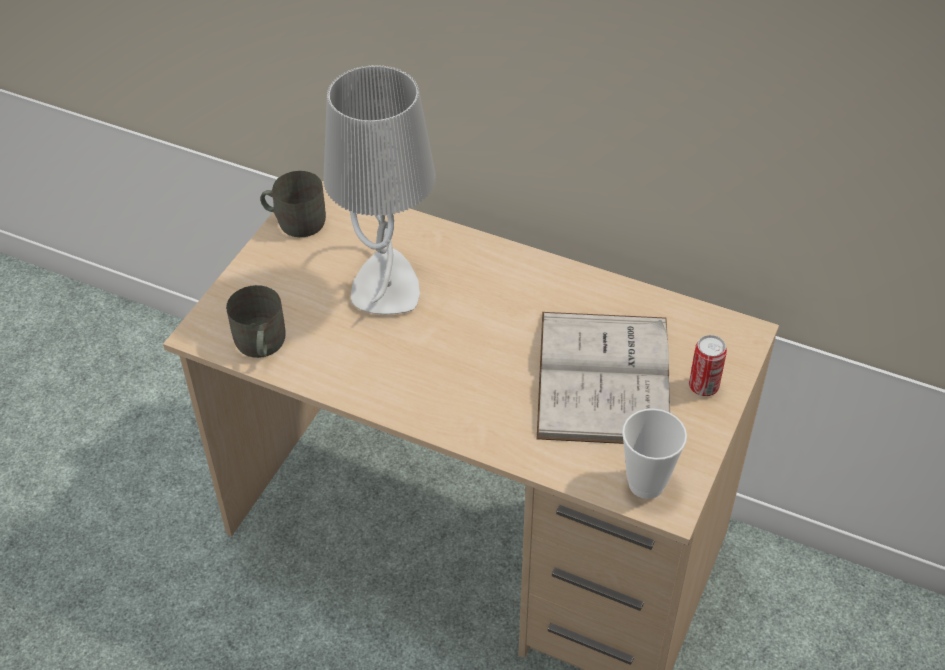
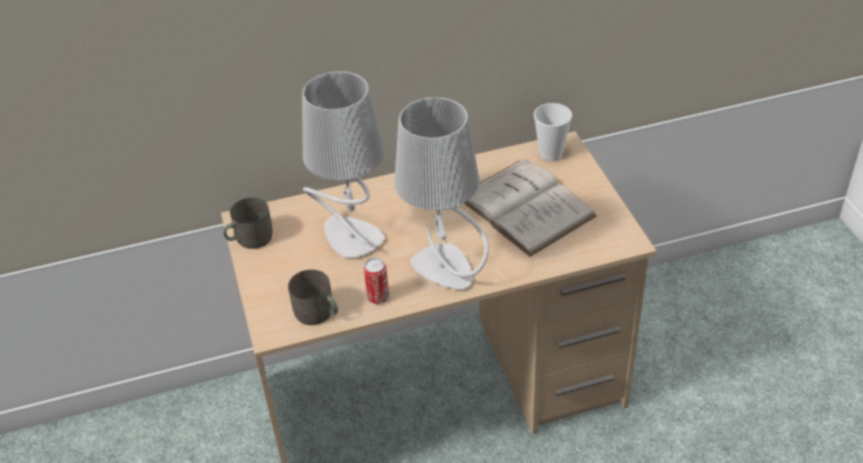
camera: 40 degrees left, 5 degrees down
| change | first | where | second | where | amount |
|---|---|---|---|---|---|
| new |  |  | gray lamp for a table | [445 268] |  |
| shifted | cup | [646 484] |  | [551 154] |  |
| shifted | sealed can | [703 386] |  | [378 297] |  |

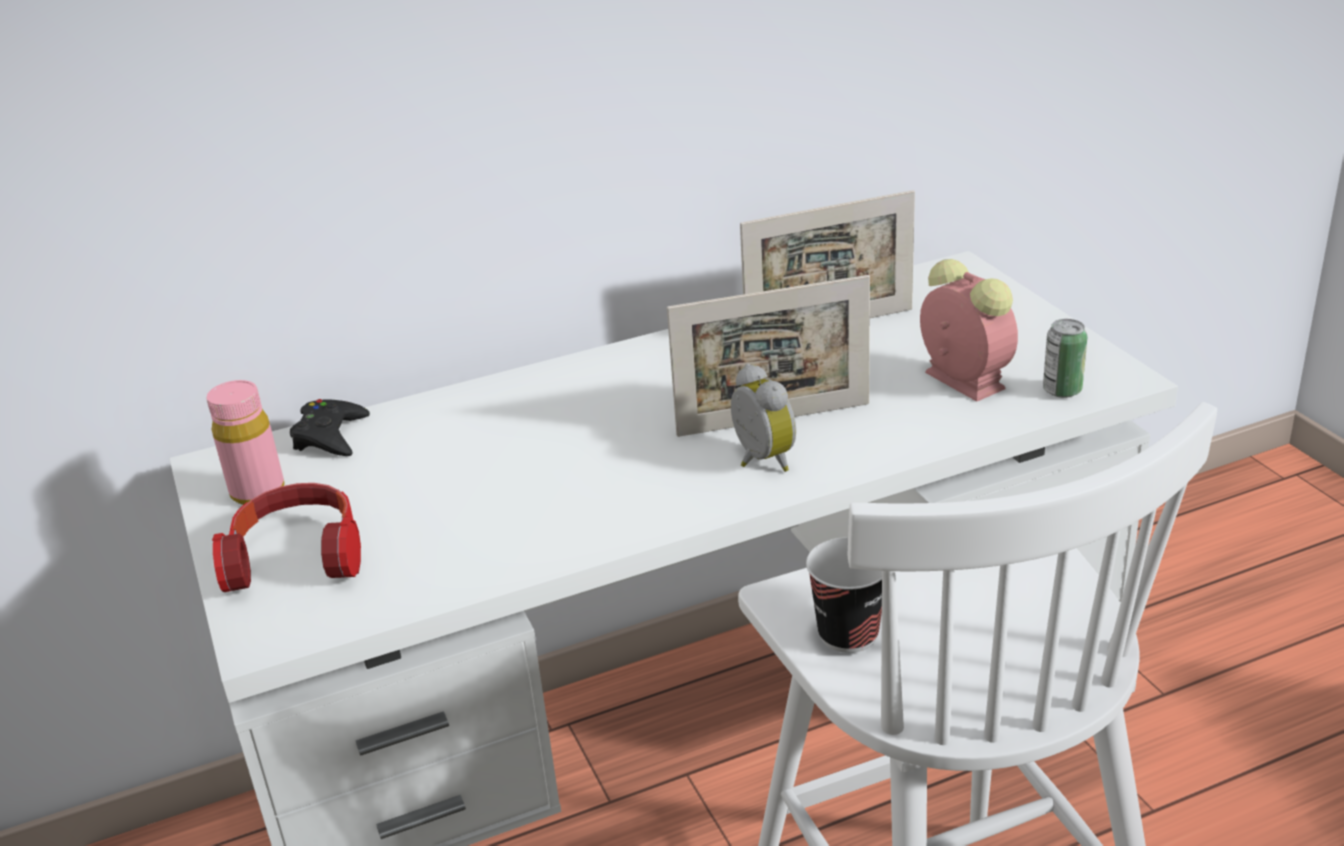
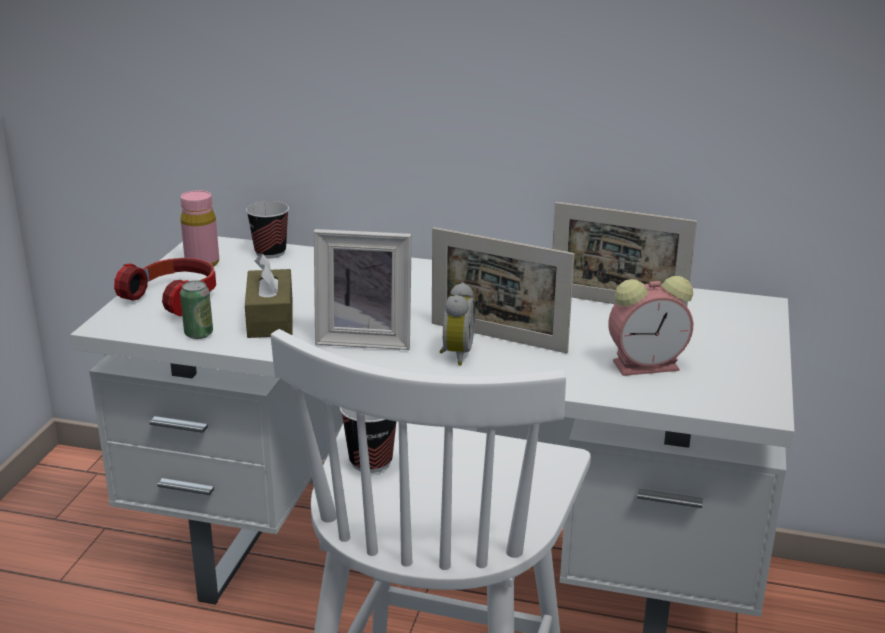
camera: 35 degrees right, 5 degrees down
| change | first | where | second | where | amount |
|---|---|---|---|---|---|
| new |  |  | brownish tissue box | [270 318] |  |
| new |  |  | picture frame | [365 338] |  |
| shifted | sealed can | [1062 390] |  | [199 334] |  |
| swapped | blackish joypad | [330 436] | cup | [270 252] |  |
| rotated | table clock | [961 379] |  | [648 365] | 75 degrees clockwise |

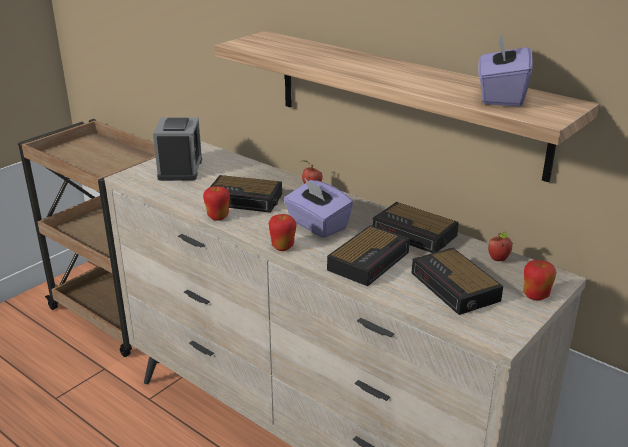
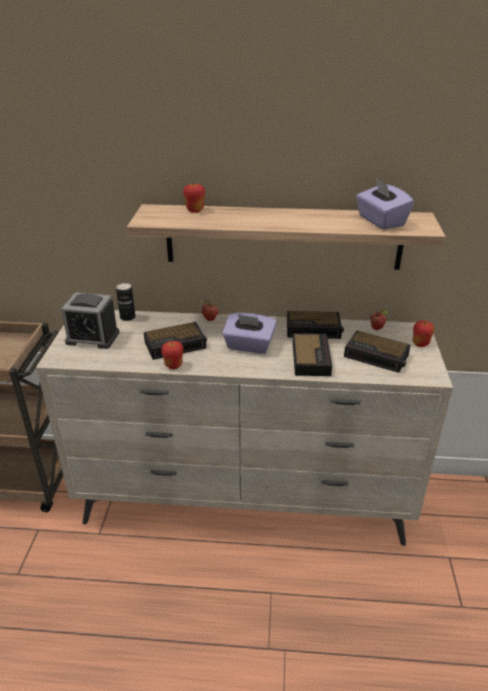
camera: 35 degrees left, 5 degrees up
| change | first | where | second | where | amount |
|---|---|---|---|---|---|
| new |  |  | sealed can | [127 317] |  |
| shifted | apple | [282 247] |  | [195 210] |  |
| rotated | table clock | [180 169] |  | [92 337] | 135 degrees clockwise |

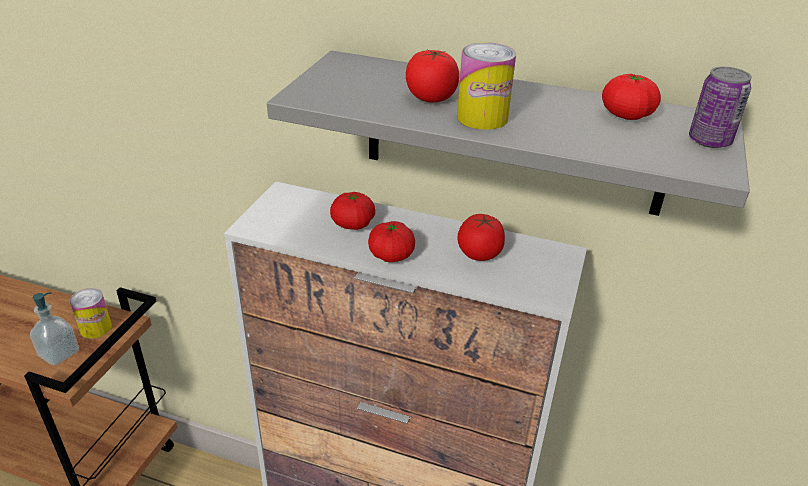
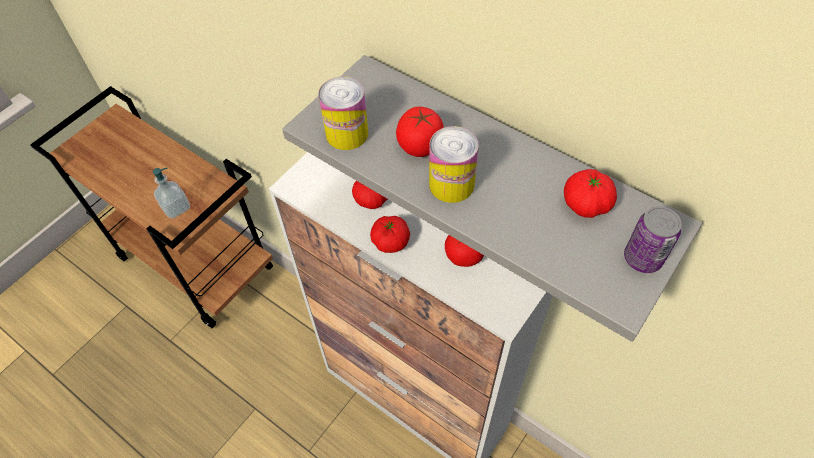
camera: 20 degrees right, 20 degrees up
| change | first | where | second | where | amount |
|---|---|---|---|---|---|
| shifted | sealed can | [95 328] |  | [347 134] |  |

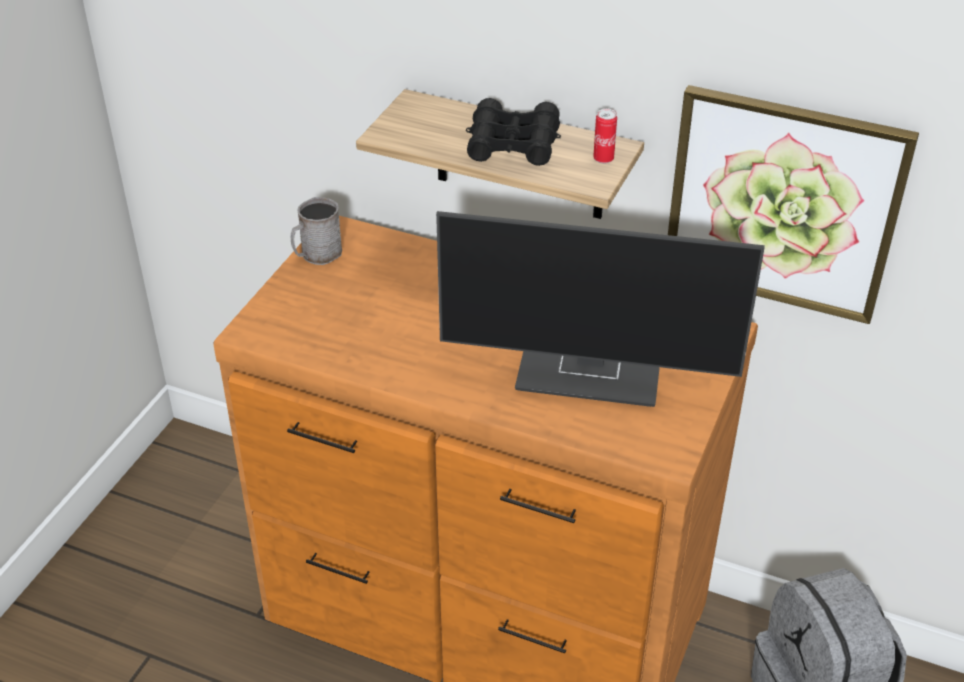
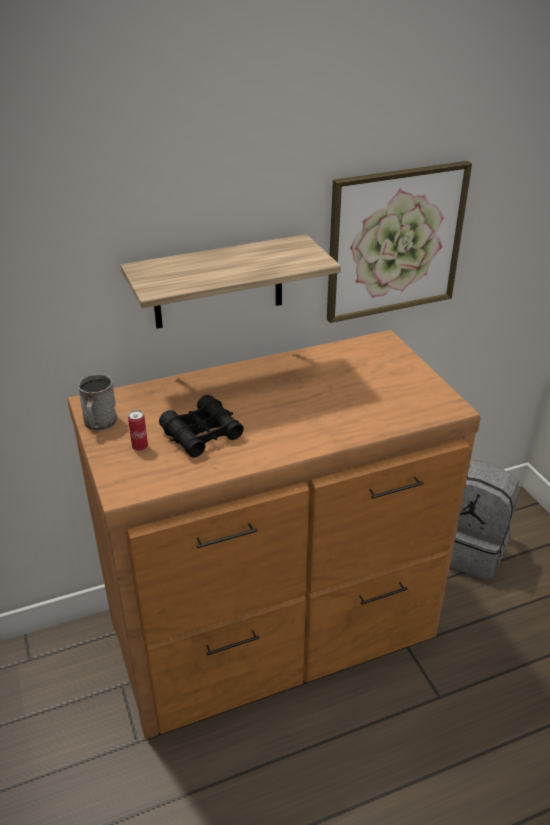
camera: 45 degrees left, 5 degrees down
| change | first | where | second | where | amount |
|---|---|---|---|---|---|
| gone | monitor | [592 371] |  |  |  |
| shifted | blackish binoculars | [513 144] |  | [202 434] |  |
| shifted | sealed can | [603 159] |  | [140 447] |  |

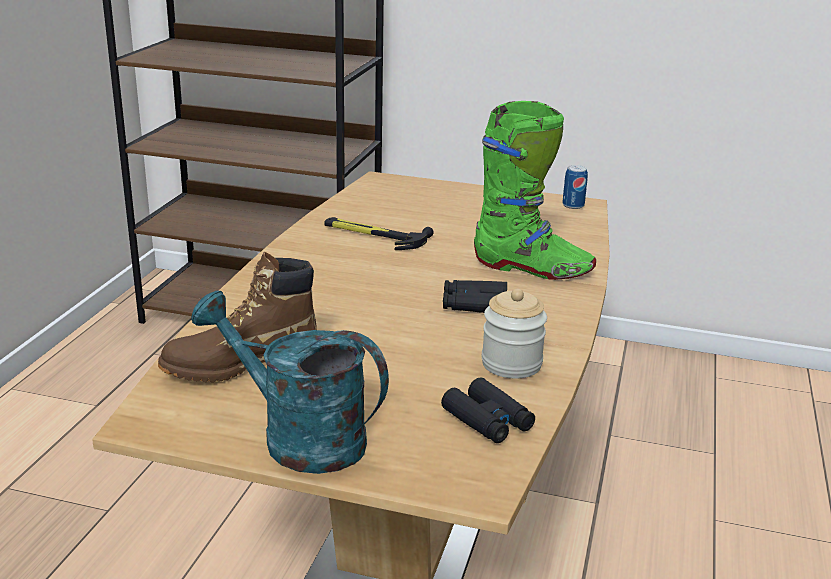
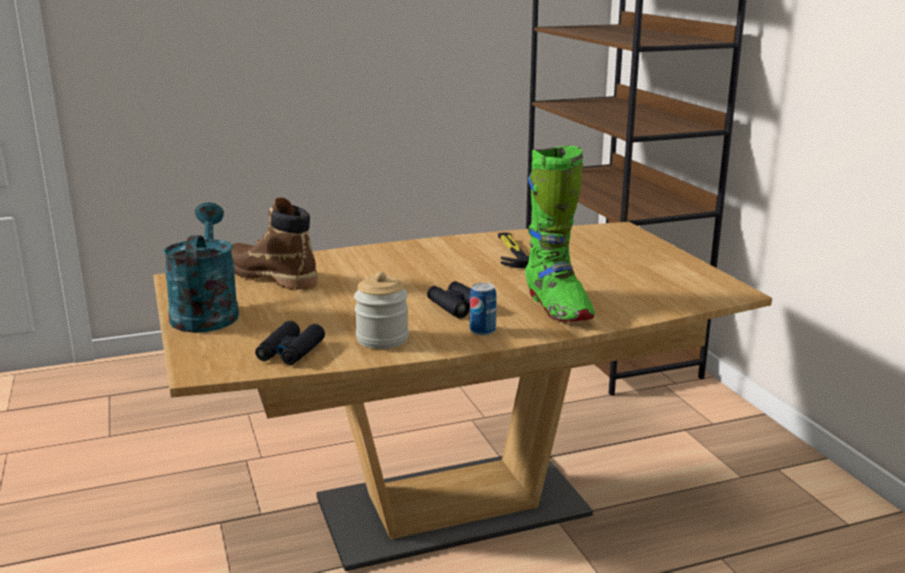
camera: 55 degrees right, 5 degrees down
| change | first | where | second | where | amount |
|---|---|---|---|---|---|
| shifted | sealed can | [573 205] |  | [482 331] |  |

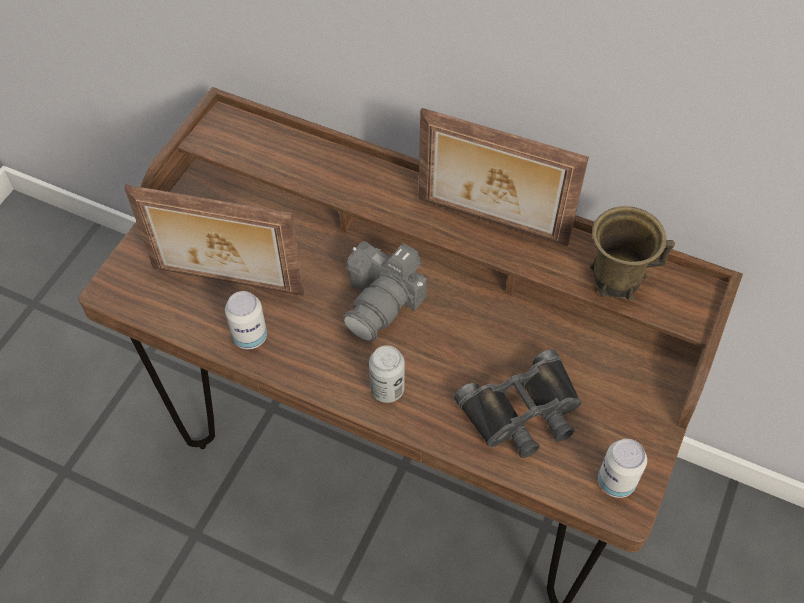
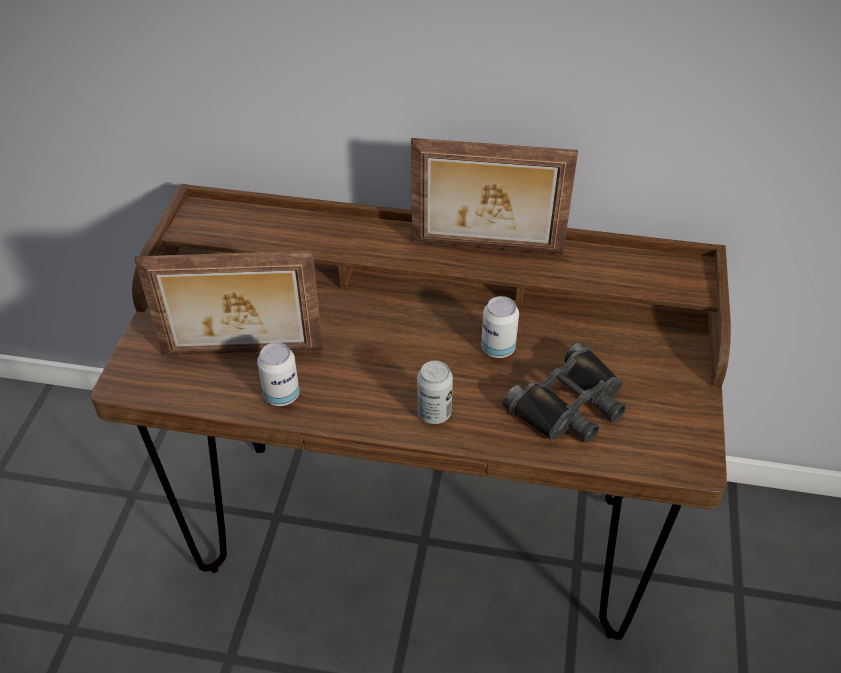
camera: 15 degrees left, 10 degrees down
| change | first | where | second | where | amount |
|---|---|---|---|---|---|
| gone | still camera | [383 301] |  |  |  |
| gone | brownish mug | [616 277] |  |  |  |
| shifted | sealed can | [616 482] |  | [498 348] |  |

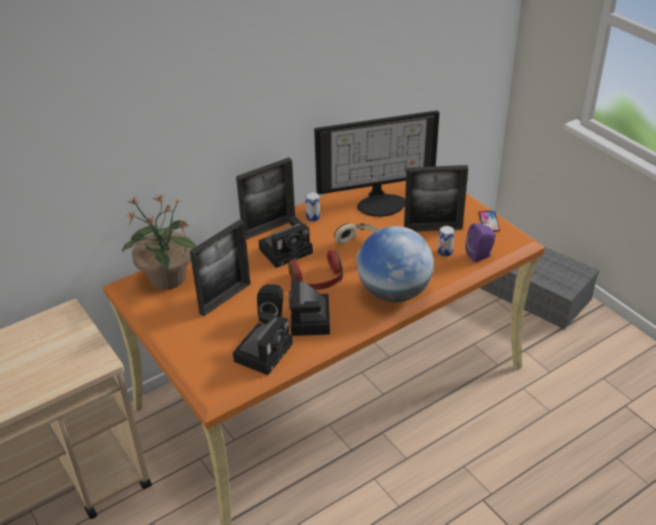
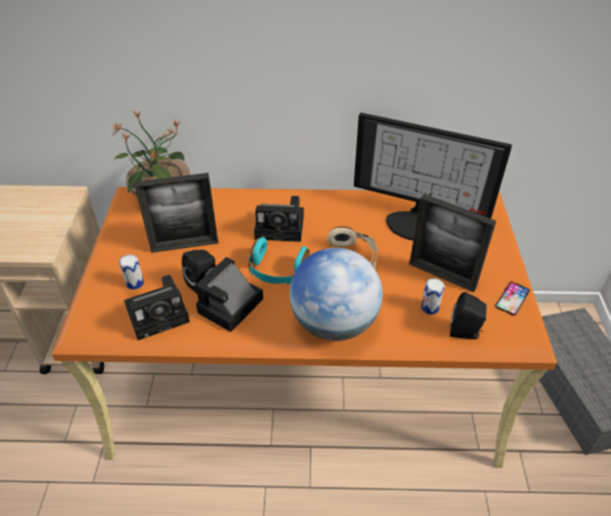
camera: 35 degrees right, 5 degrees up
| change | first | where | second | where | amount |
|---|---|---|---|---|---|
| gone | picture frame | [269 228] |  |  |  |
| shifted | sealed can | [313 217] |  | [135 283] |  |
| repainted | reddish pair of headphones | [318 280] | turquoise-coloured pair of headphones | [277 271] |  |
| repainted | purplish speaker | [480 255] | blackish speaker | [465 332] |  |

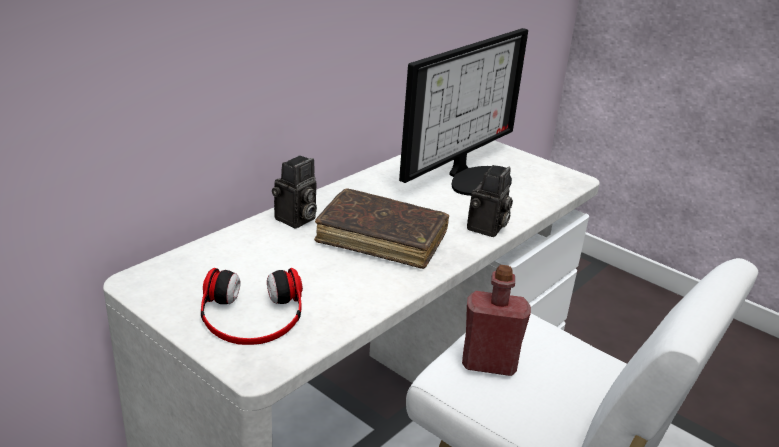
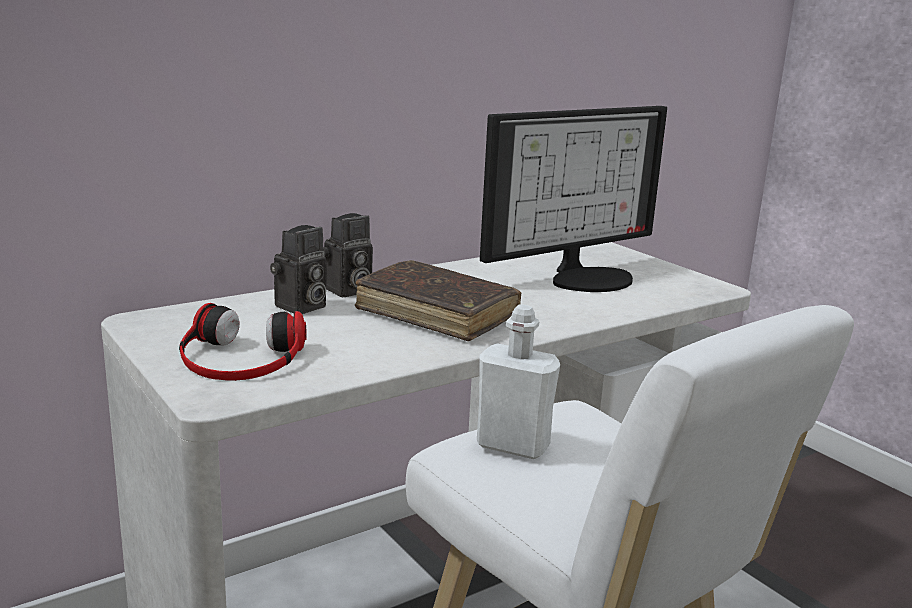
camera: 15 degrees right, 10 degrees down
| change | first | where | second | where | amount |
|---|---|---|---|---|---|
| shifted | still camera | [487 229] |  | [300 307] |  |
| repainted | reddish bottle | [489 364] | white bottle | [513 445] |  |

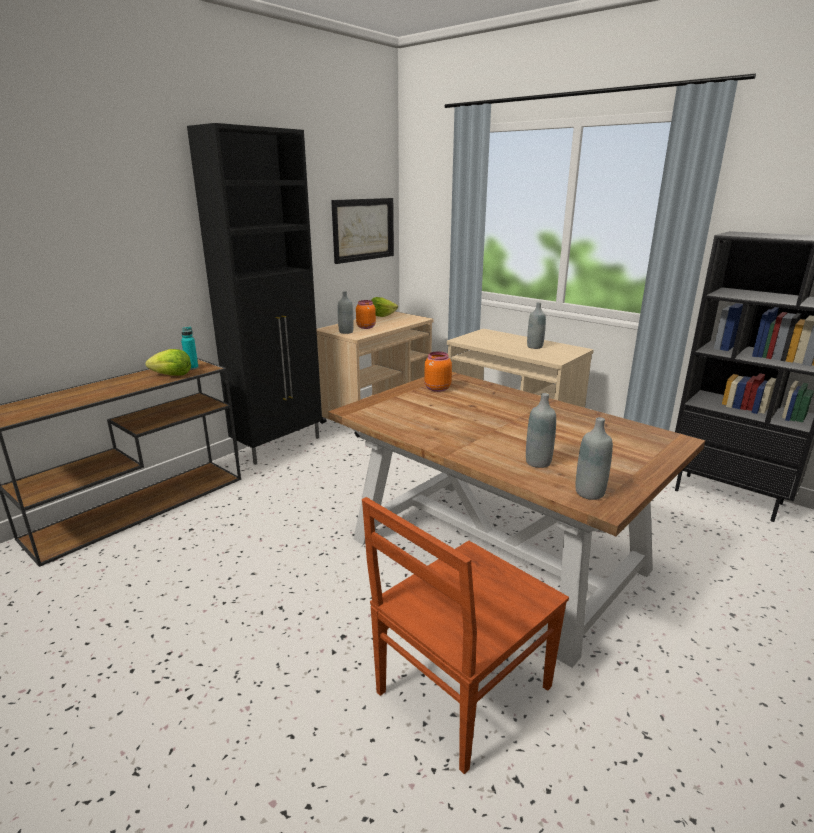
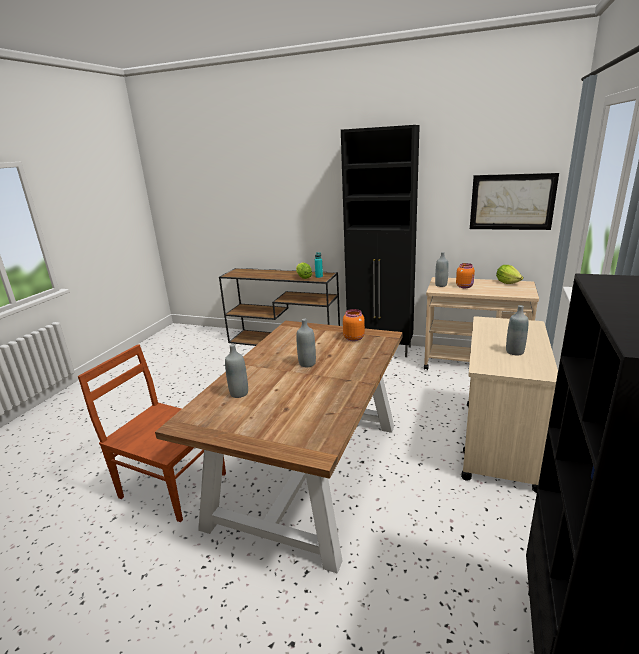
camera: 70 degrees right, 0 degrees up
| change | first | where | second | where | amount |
|---|---|---|---|---|---|
| shifted | gray bottle | [589 493] |  | [307 364] |  |

